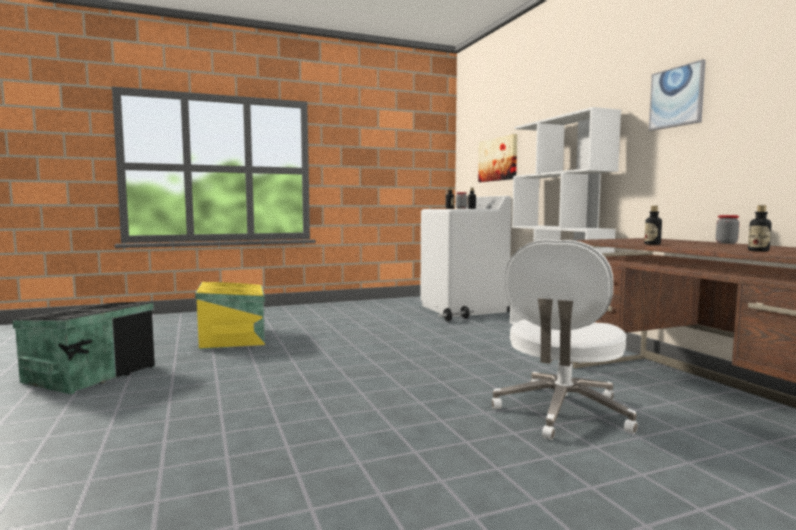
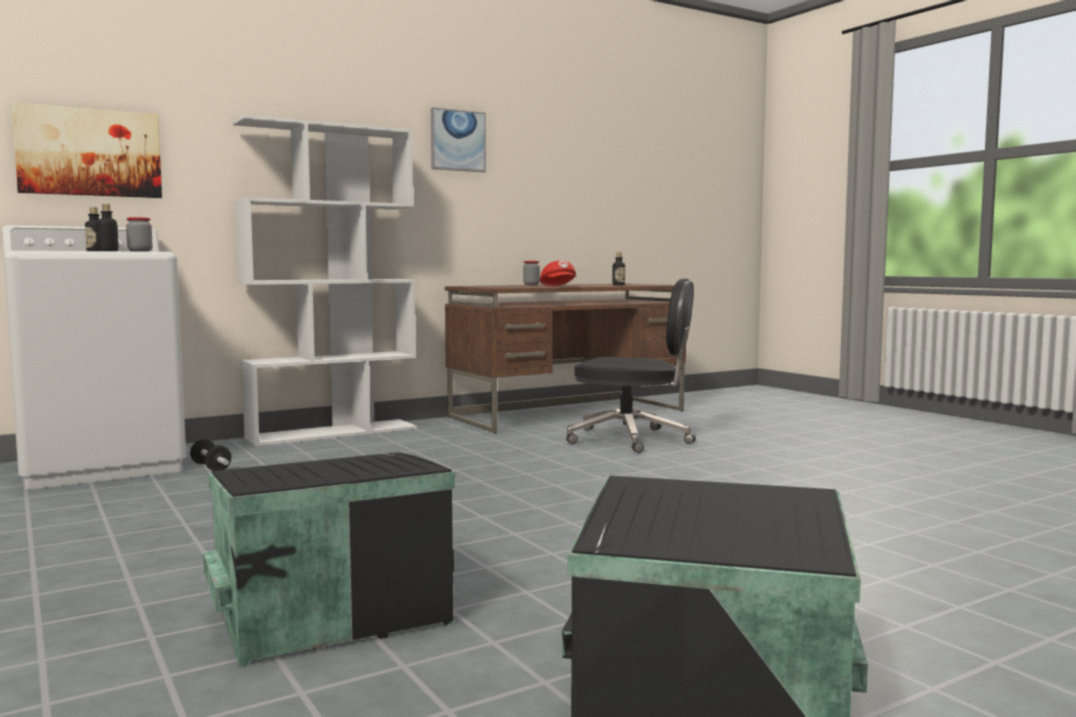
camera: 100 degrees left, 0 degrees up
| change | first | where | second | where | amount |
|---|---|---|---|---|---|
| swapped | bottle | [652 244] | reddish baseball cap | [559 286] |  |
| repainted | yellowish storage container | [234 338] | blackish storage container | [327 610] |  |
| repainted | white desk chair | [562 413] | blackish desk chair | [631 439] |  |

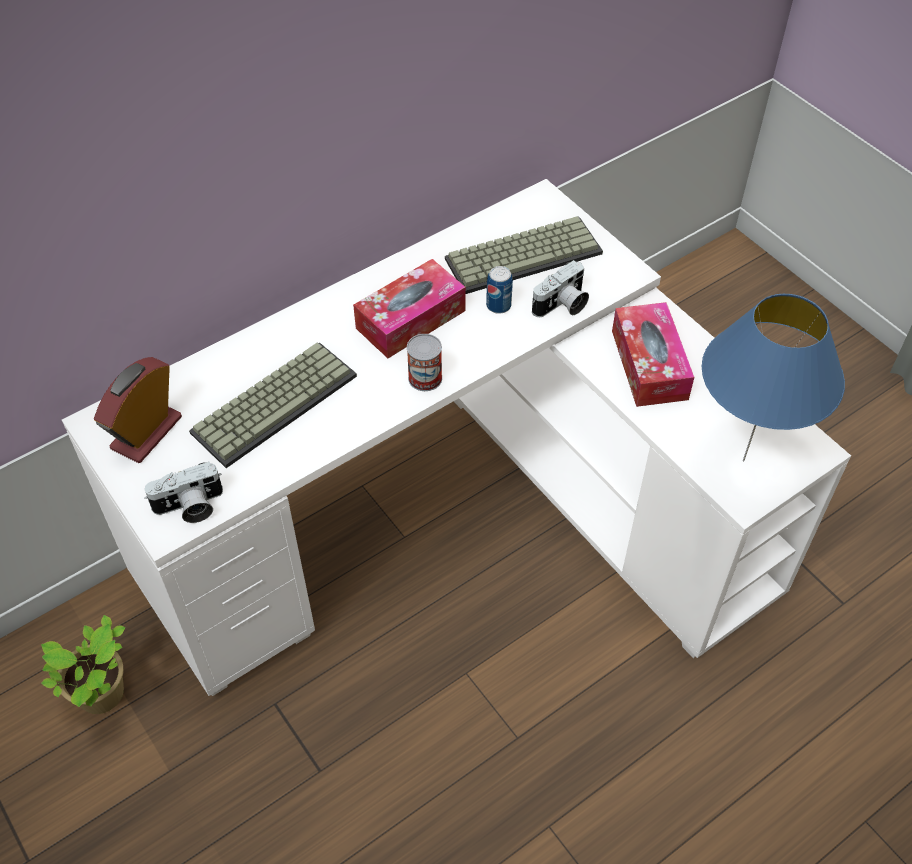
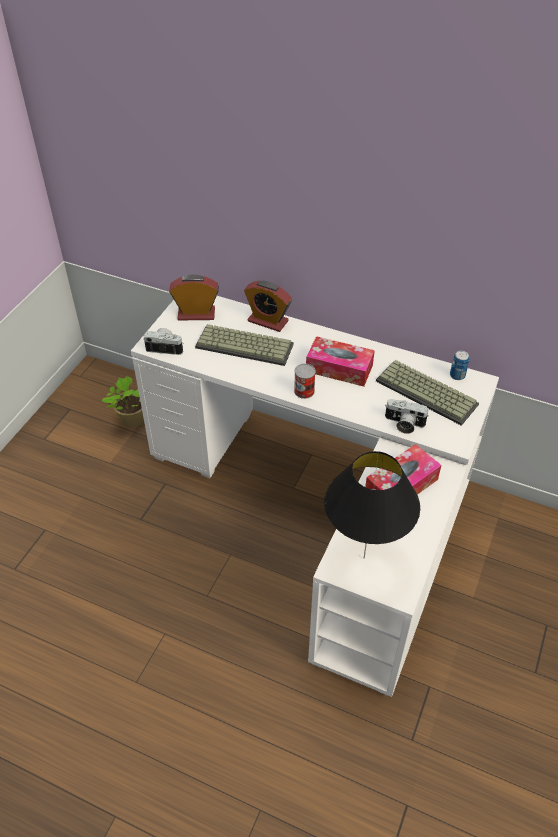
camera: 60 degrees right, 5 degrees down
| change | first | where | second | where | amount |
|---|---|---|---|---|---|
| new |  |  | table clock | [268 321] |  |
| shifted | sealed can | [498 305] |  | [457 375] |  |
| repainted | bluish lamp for a table | [744 461] | blackish lamp for a table | [364 558] |  |
| rotated | still camera | [190 507] |  | [165 347] | 150 degrees clockwise |

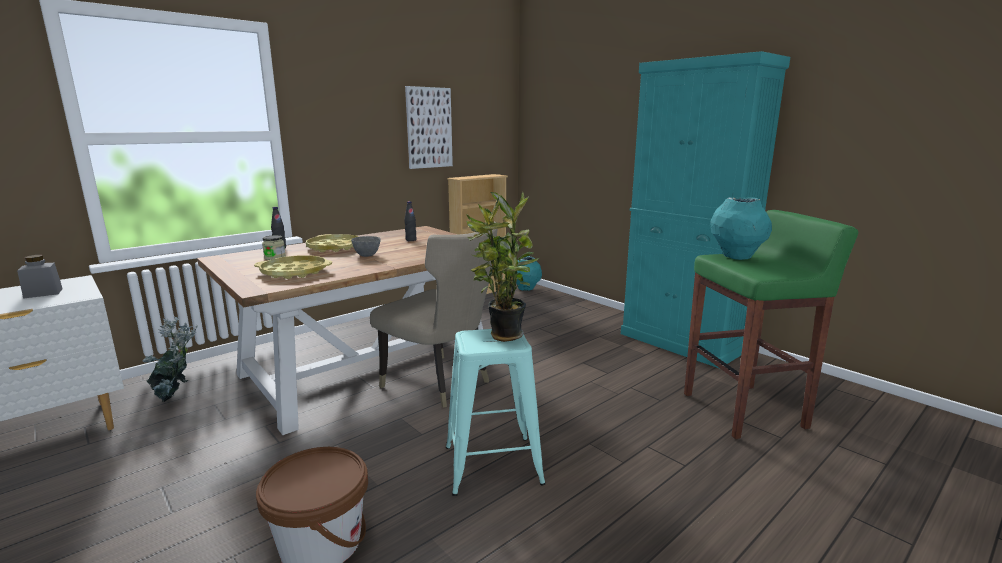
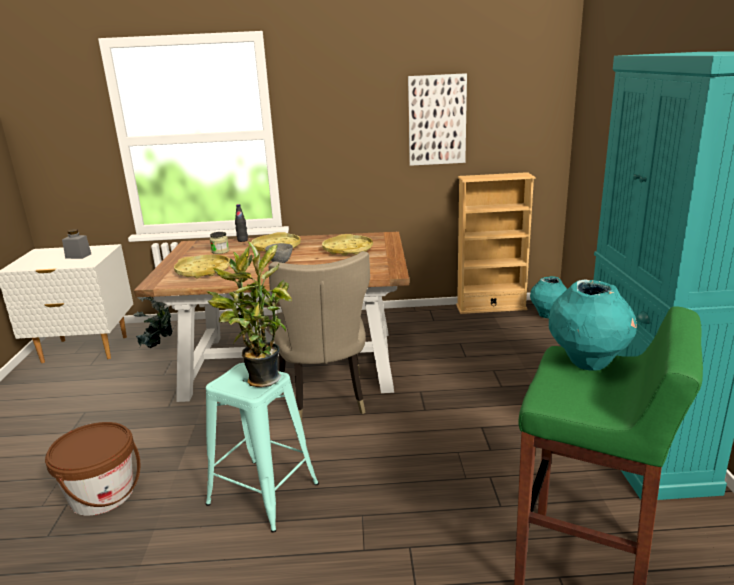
camera: 40 degrees right, 5 degrees up
| change | first | where | second | where | amount |
|---|---|---|---|---|---|
| swapped | blackish bottle | [411 240] | yellowish carrying tray | [347 249] |  |

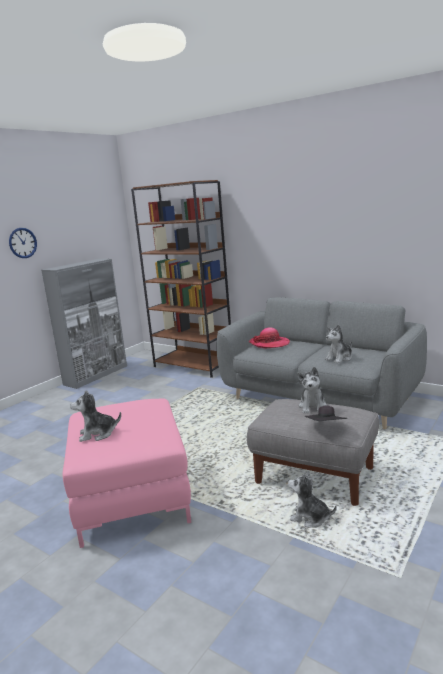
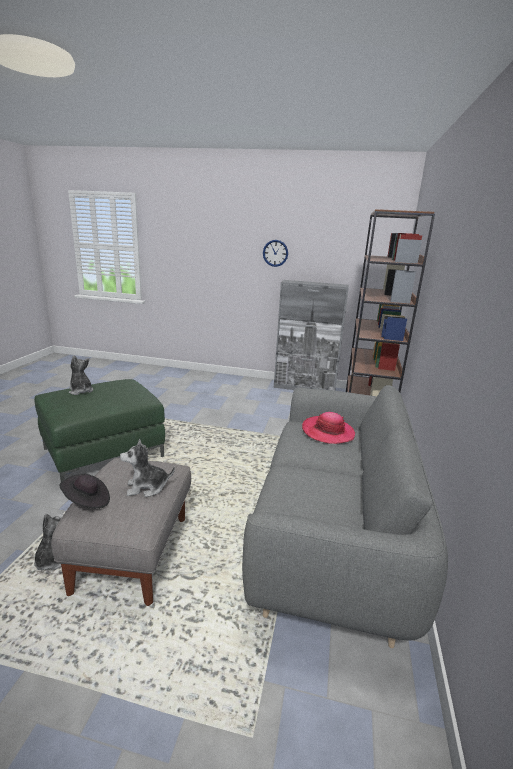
camera: 65 degrees right, 5 degrees up
| change | first | where | second | where | amount |
|---|---|---|---|---|---|
| gone | plush toy | [339 358] |  |  |  |
| repainted | pinkish pouffe | [132 496] | green pouffe | [104 453] |  |

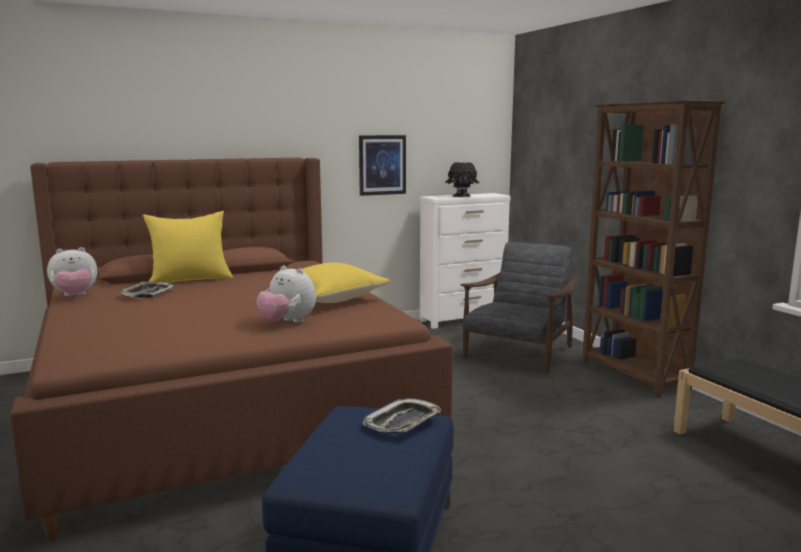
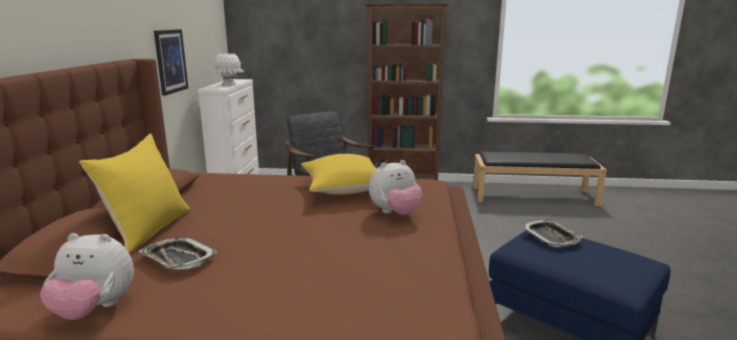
camera: 60 degrees left, 5 degrees up
| change | first | where | second | where | amount |
|---|---|---|---|---|---|
| repainted | blackish flower vase | [462 196] | white flower vase | [229 84] |  |
| rotated | plush toy | [75 296] |  | [94 309] | 90 degrees clockwise |

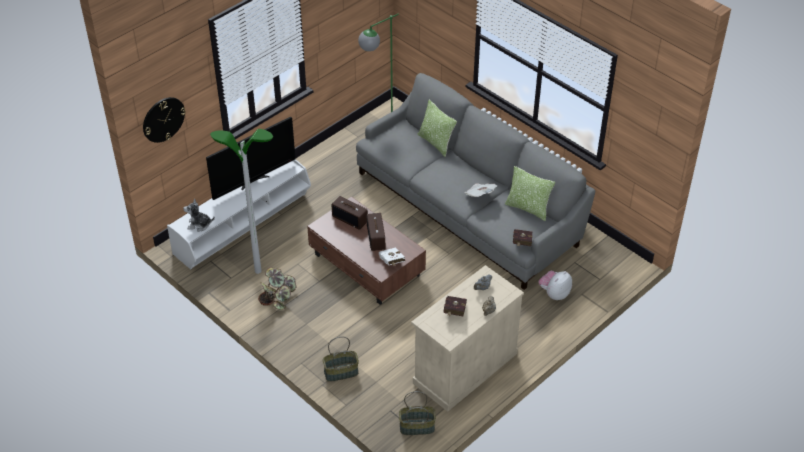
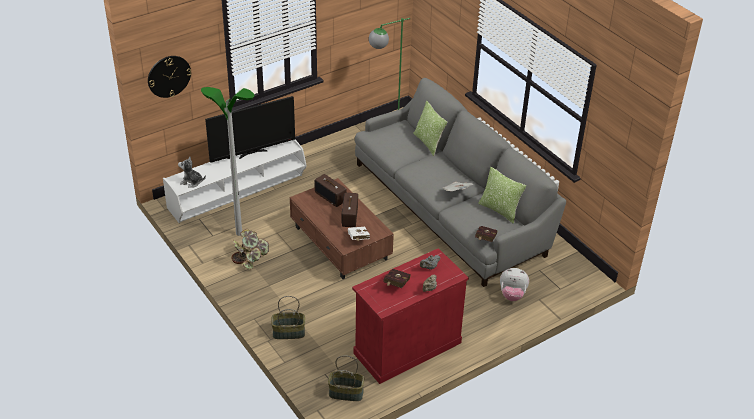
camera: 10 degrees right, 5 degrees down
| change | first | where | second | where | amount |
|---|---|---|---|---|---|
| repainted | beige-coloured cabinet | [465 368] | reddish cabinet | [407 347] |  |
| rotated | plush toy | [554 294] |  | [512 295] | 135 degrees counterclockwise |

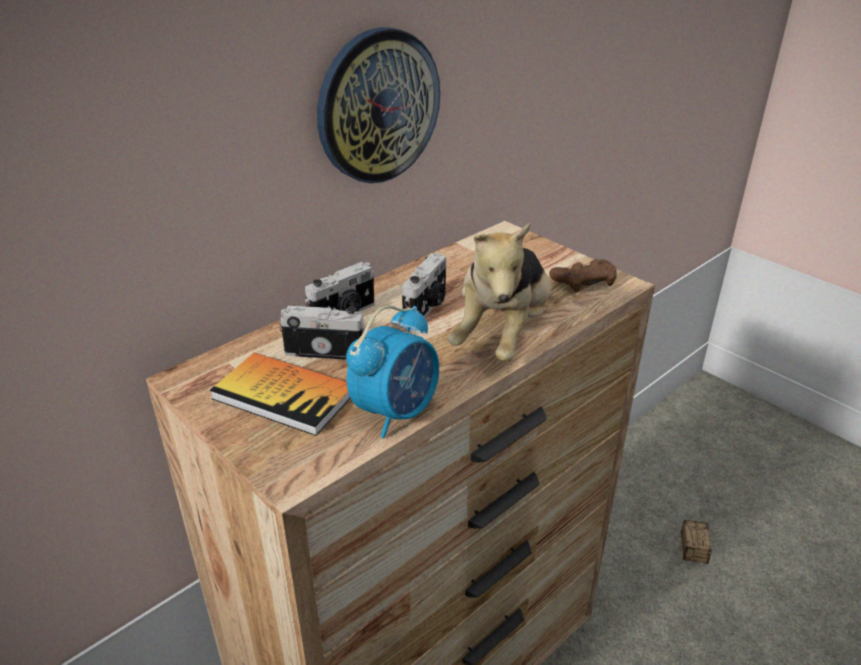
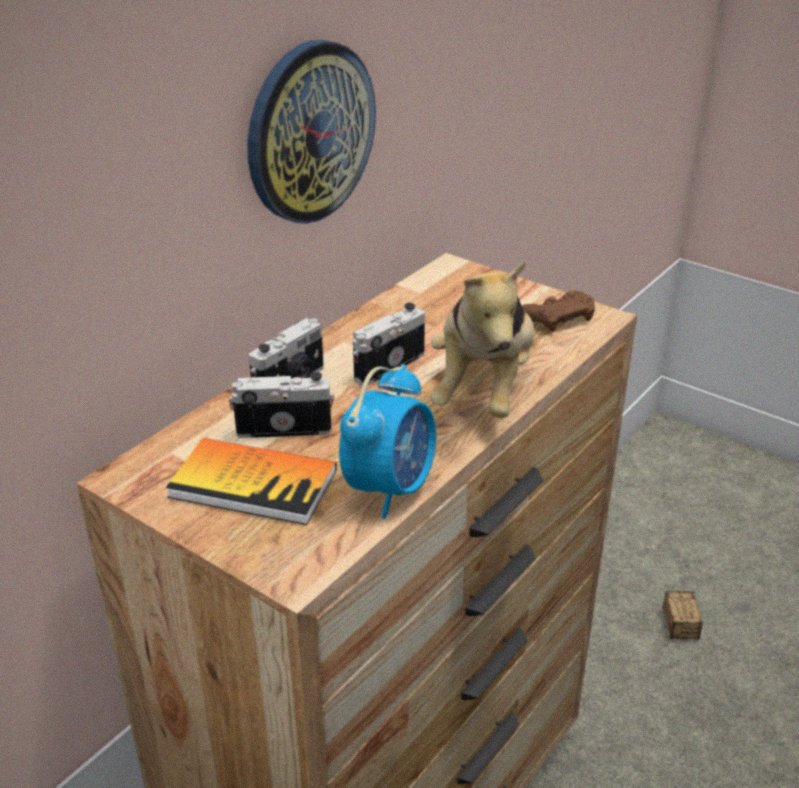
camera: 10 degrees left, 0 degrees up
| change | first | where | second | where | amount |
|---|---|---|---|---|---|
| rotated | still camera | [427 307] |  | [387 365] | 150 degrees counterclockwise |

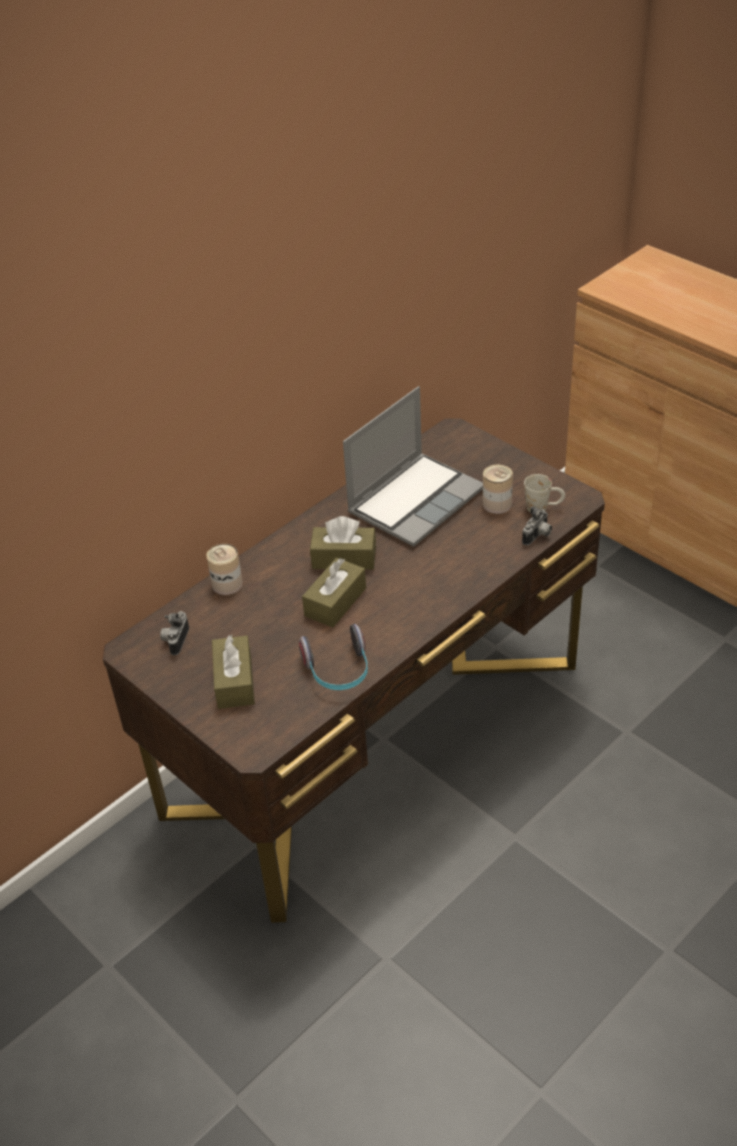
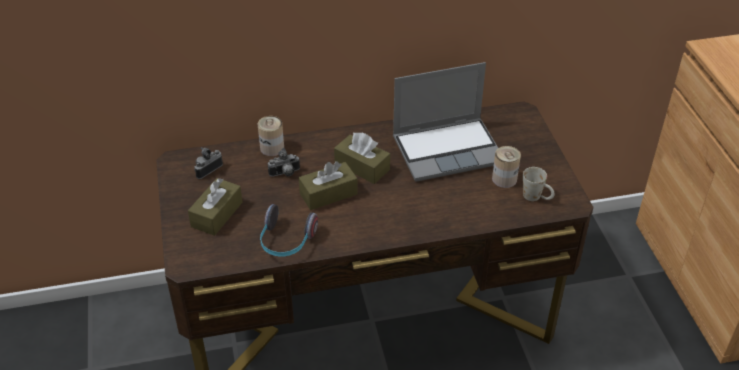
camera: 30 degrees right, 0 degrees up
| change | first | where | second | where | amount |
|---|---|---|---|---|---|
| shifted | still camera | [538 536] |  | [285 174] |  |

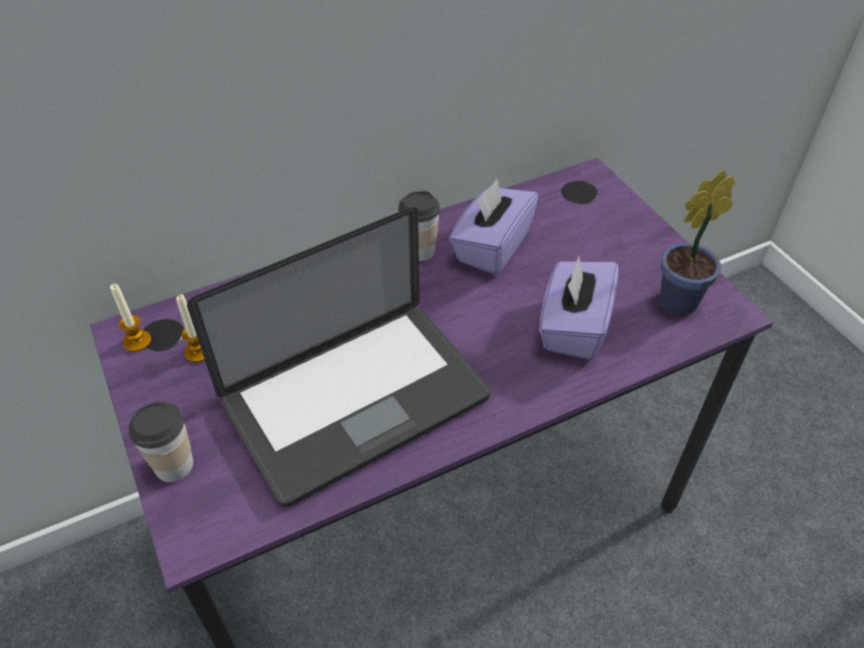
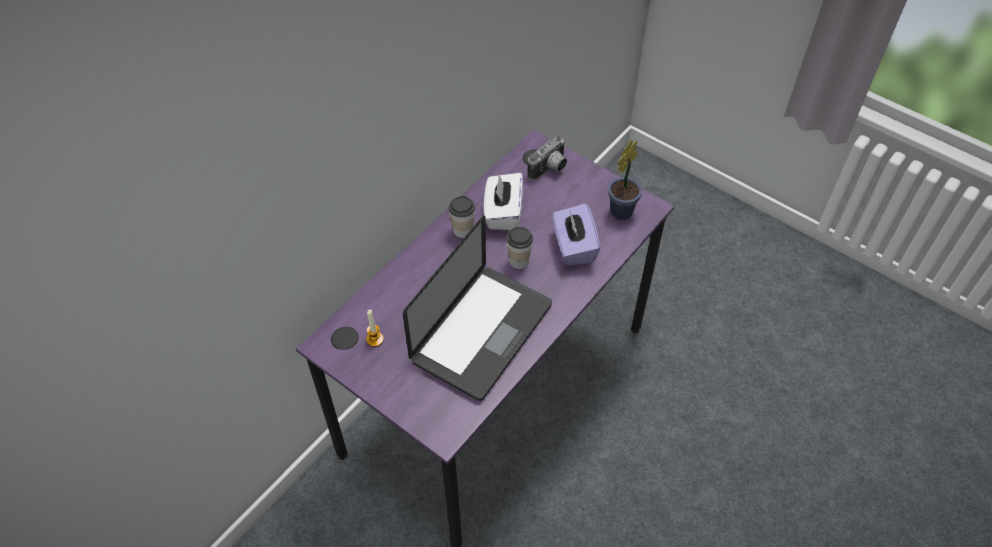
camera: 25 degrees left, 5 degrees up
| change | first | where | second | where | amount |
|---|---|---|---|---|---|
| gone | candle | [137 341] |  |  |  |
| new |  |  | still camera | [550 169] |  |
| shifted | cup | [174 465] |  | [519 261] |  |
| repainted | purplish tissue box | [491 247] | white tissue box | [503 213] |  |

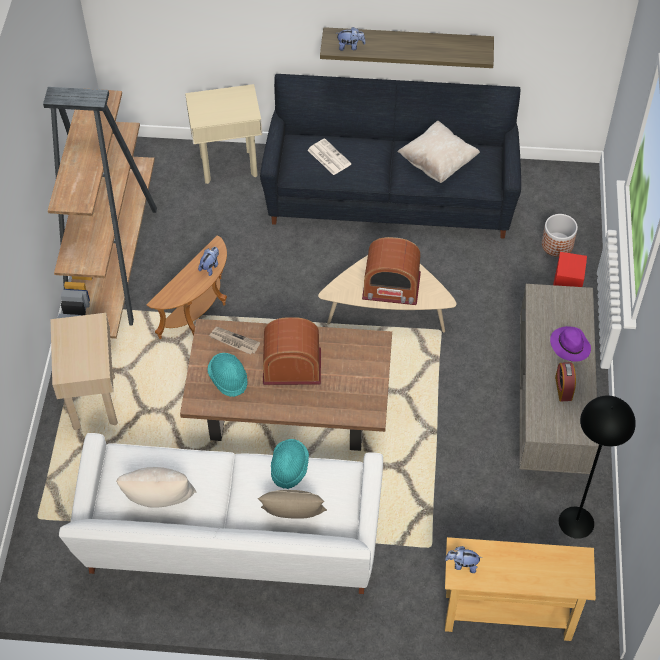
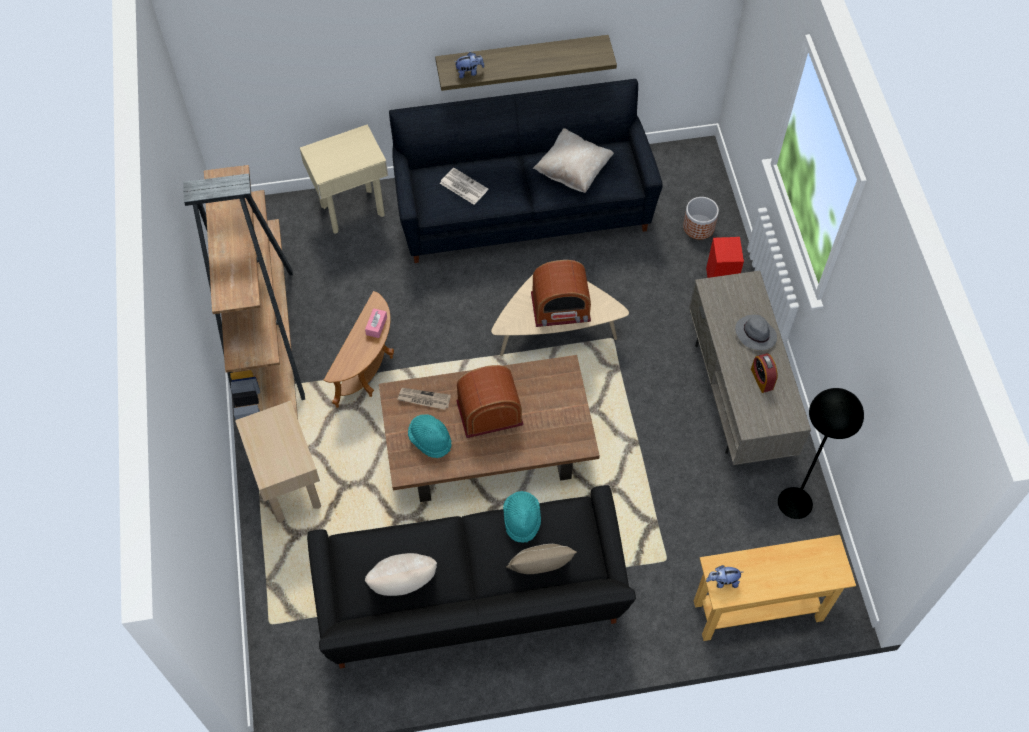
camera: 15 degrees left, 5 degrees up
| change | first | where | second | where | amount |
|---|---|---|---|---|---|
| swapped | plush toy | [210 267] | pinkish tissue box | [376 326] |  |
| repainted | white couch | [231 543] | blackish couch | [472 602] |  |
| repainted | purplish clothing hat | [569 345] | gray clothing hat | [755 334] |  |

